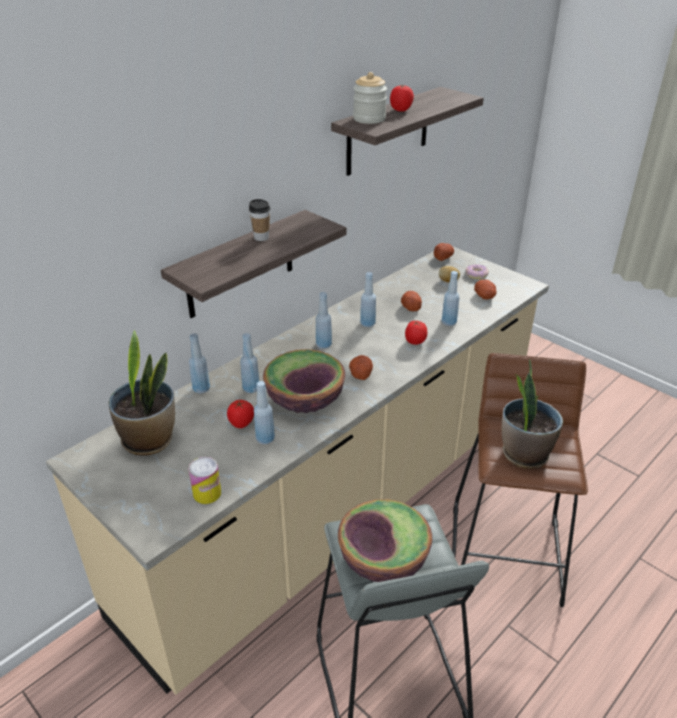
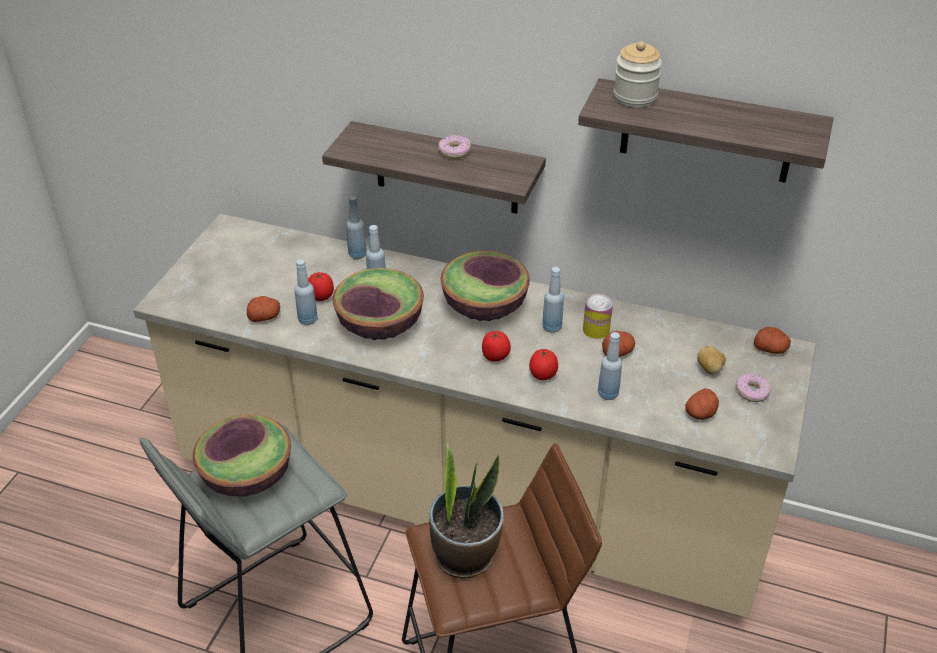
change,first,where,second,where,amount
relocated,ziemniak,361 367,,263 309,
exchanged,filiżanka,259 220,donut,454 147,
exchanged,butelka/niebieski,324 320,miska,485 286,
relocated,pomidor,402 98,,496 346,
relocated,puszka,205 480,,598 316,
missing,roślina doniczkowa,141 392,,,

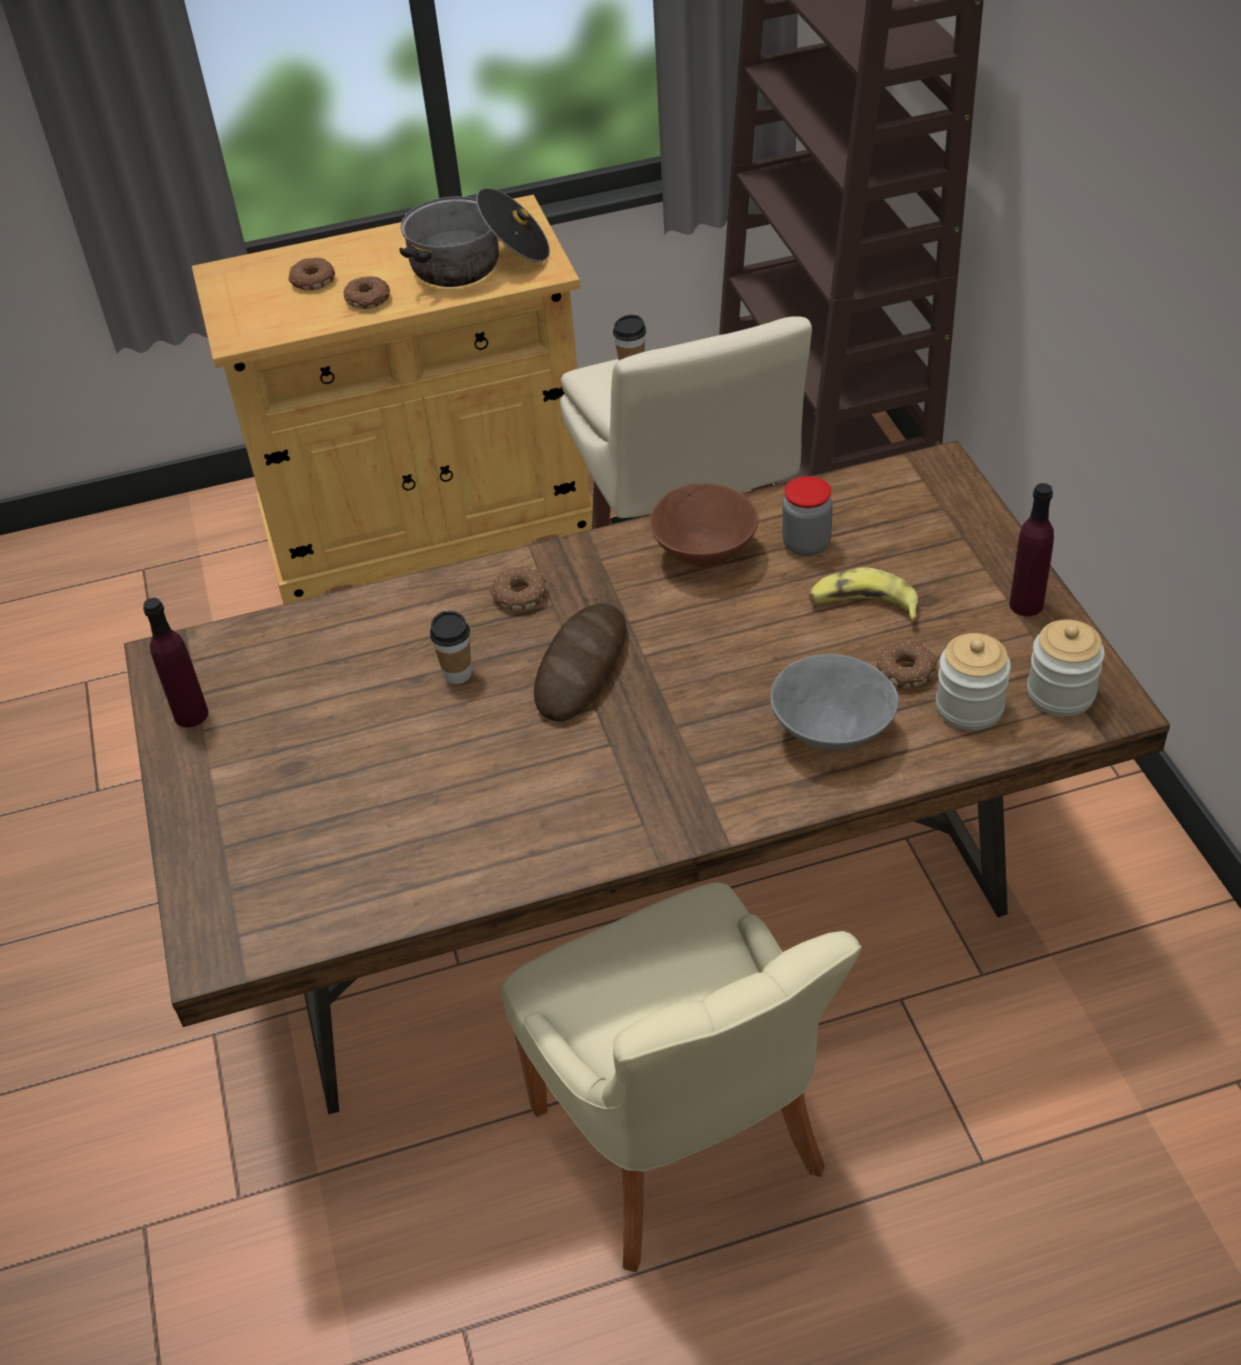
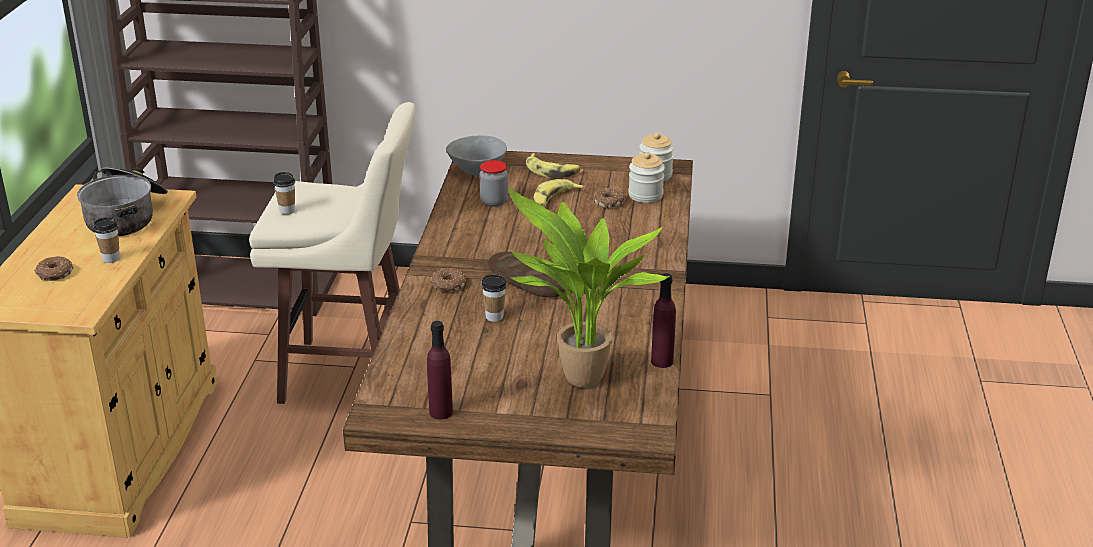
change,first,where,second,where,amount
exchanged,donut,367 292,filiżanka,106 240,
relocated,miska/szary,834 702,,476 155,
appeared,,,roślina doniczkowa,589 287,
appeared,,,banan,553 165,
relocated,butelka/fioletowy,1031 549,,663 320,
missing,krzesło/beżowy,681 1077,,,
missing,miska/brązowy,704 525,,,

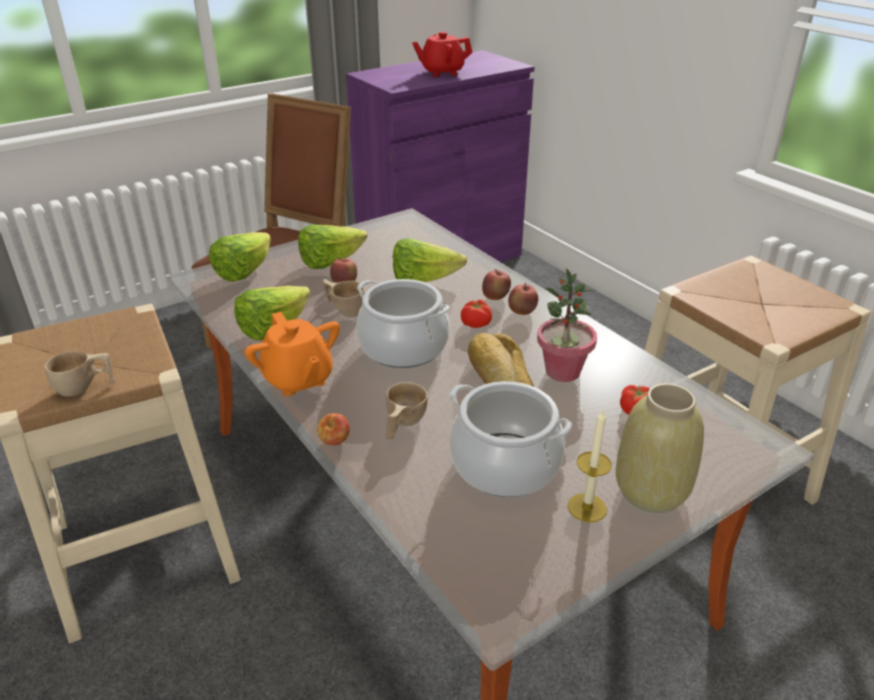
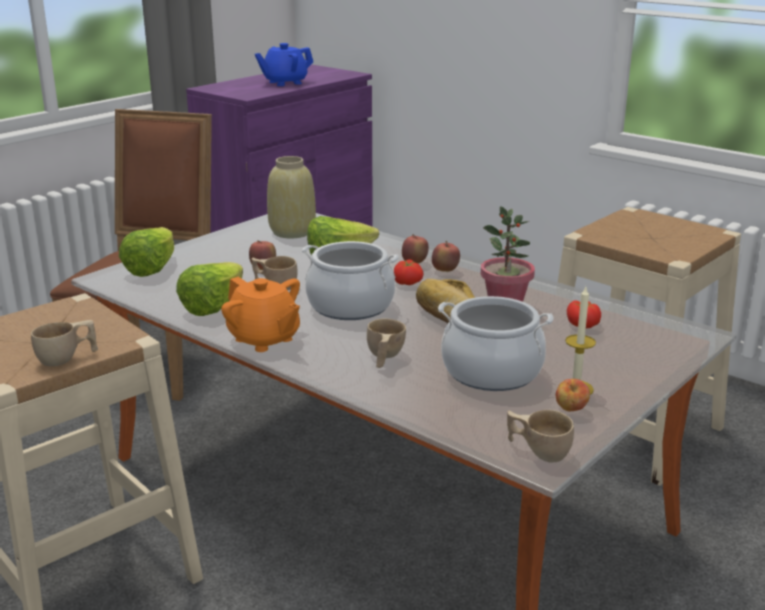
change,first,where,second,where,amount
colour,imbryk/czerwony,442 54,imbryk/niebieski,284 64,
relocated,wazon/beżowy,660 448,,291 197,
appeared,,,filiżanka/beżowy,540 436,
relocated,jabłko,333 429,,573 395,
missing,sałata,332 247,,,

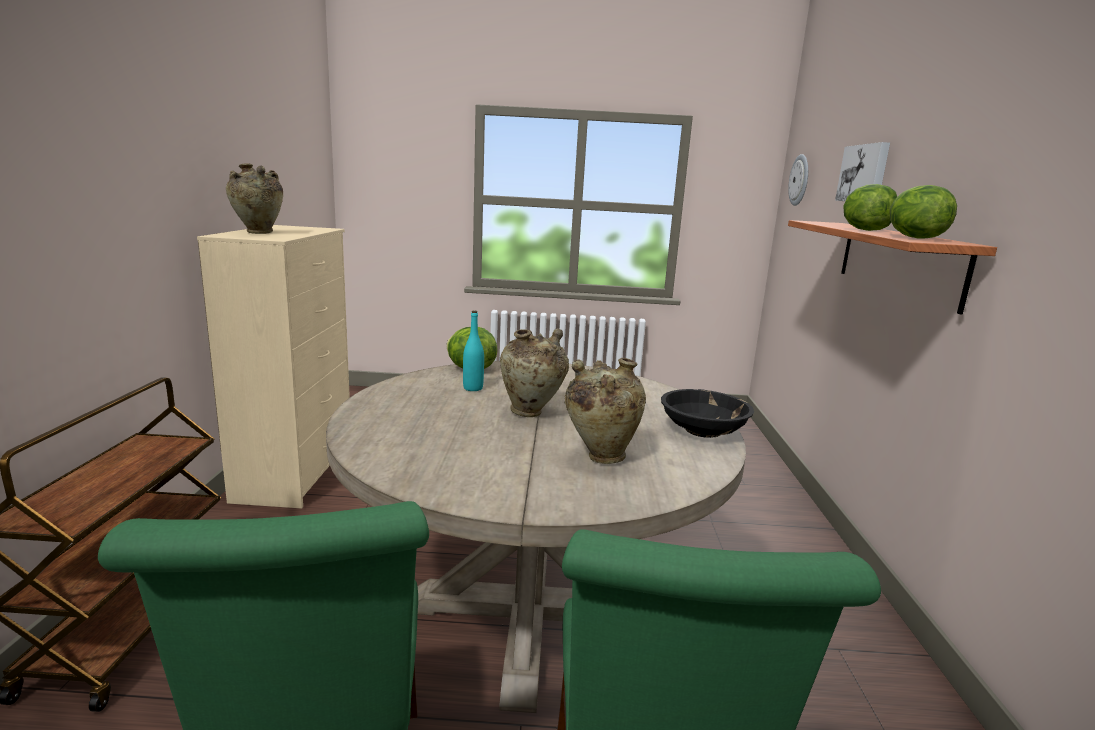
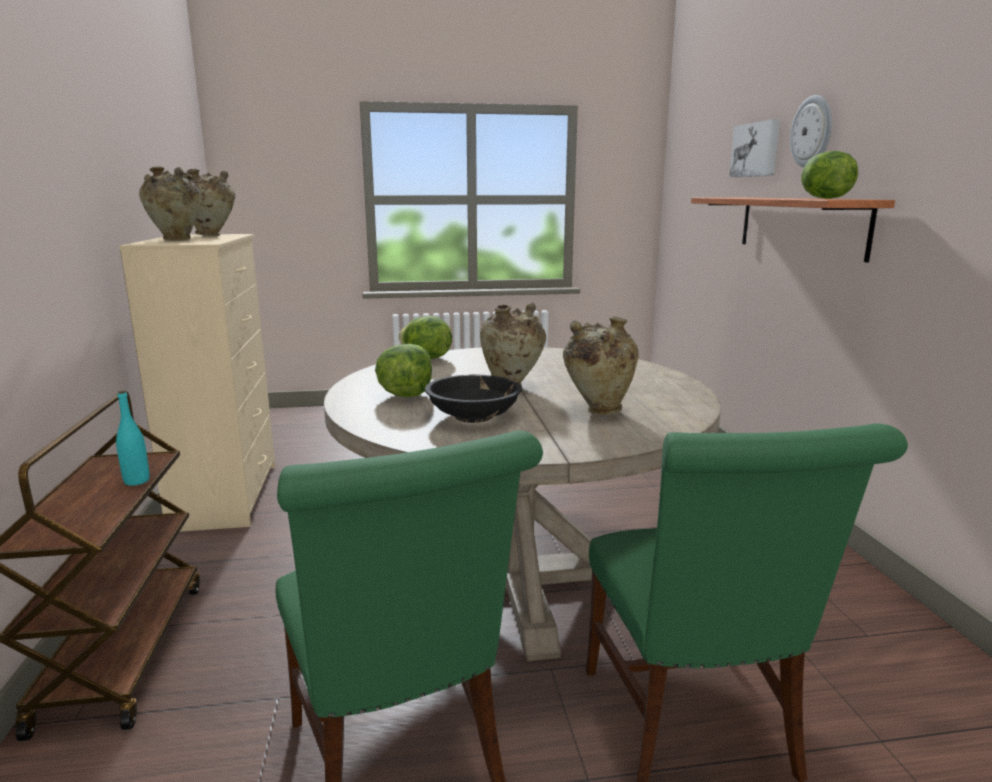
change,first,where,second,where,amount
relocated,butelka/turkusowy,473 351,,133 438,
appeared,,,wazon/beżowy,211 202,
relocated,sałata,870 207,,403 370,
relocated,miska/czarny,707 413,,473 398,
relocated,zegar ścienny,798 180,,811 131,

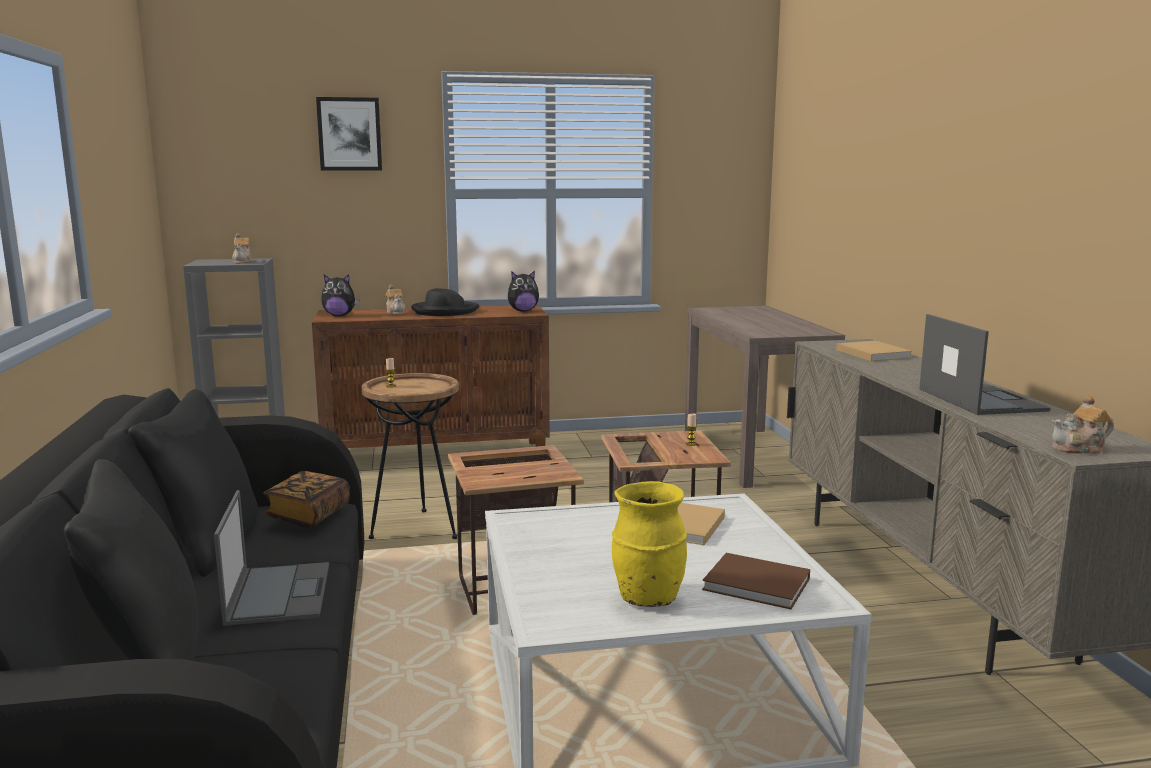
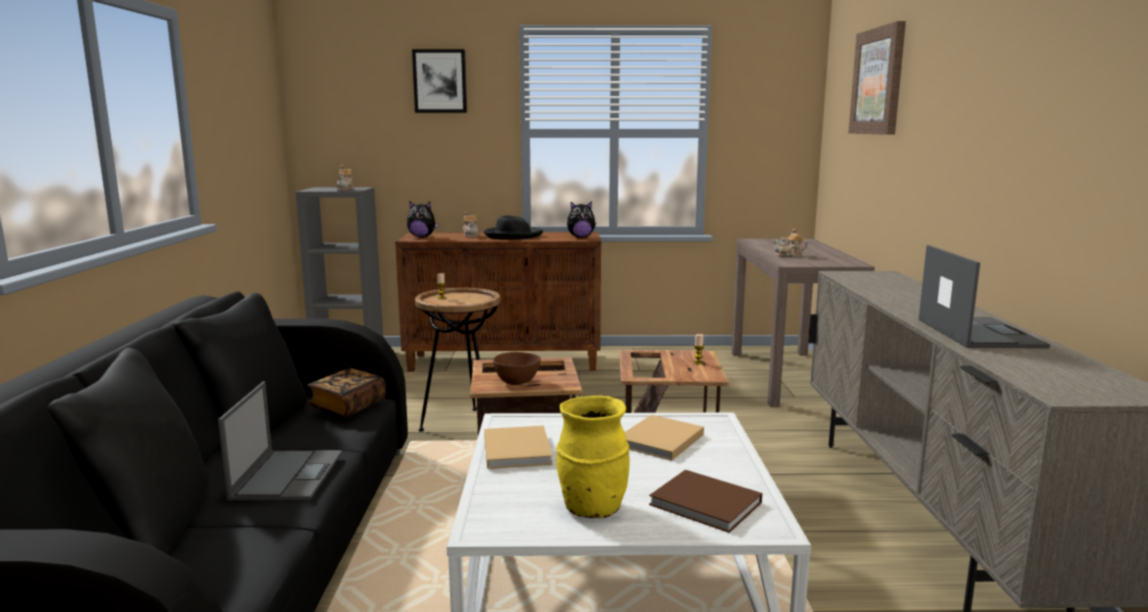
change,first,where,second,where,amount
relocated,książka/beżowy,874 351,,518 447,
appeared,,,miska/brązowy,517 368,
relocated,imbryk,1083 425,,790 243,
appeared,,,obraz,877 78,

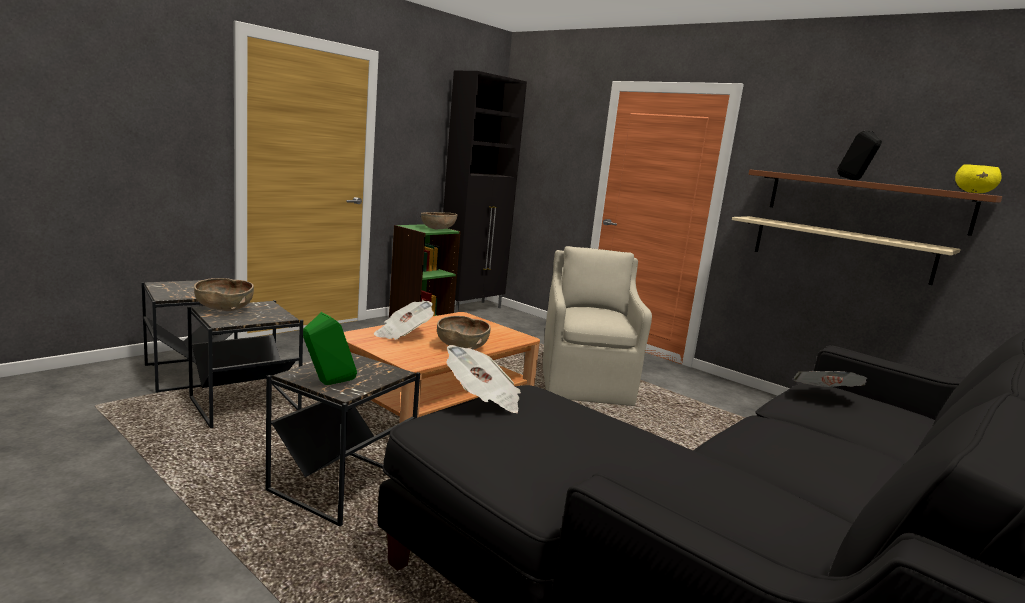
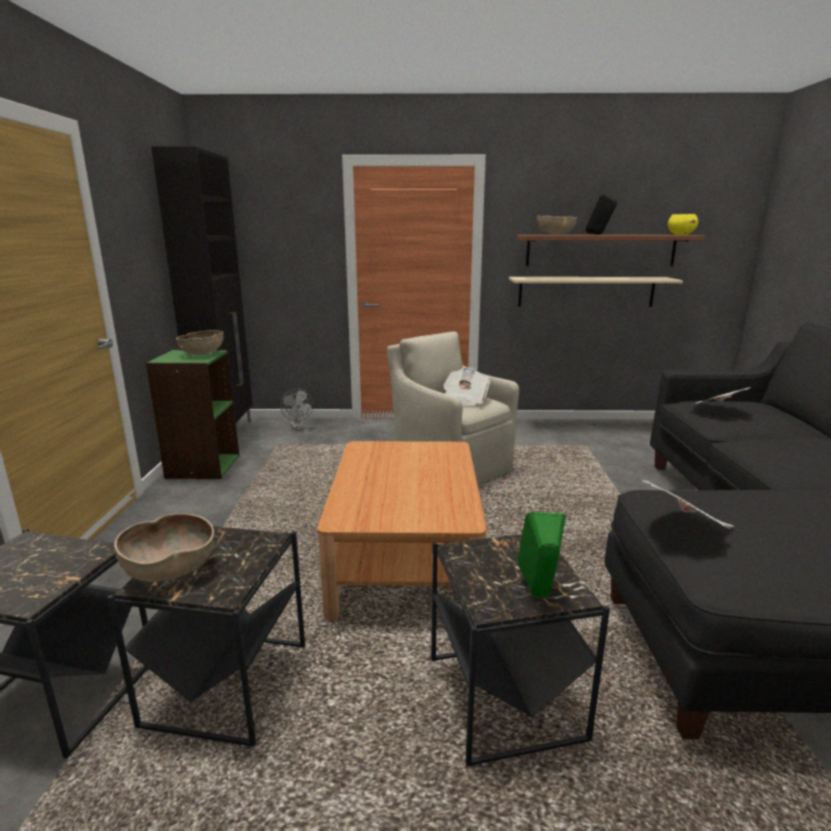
change,first,where,second,where,amount
appeared,,,wentylator/szary,297 410,
relocated,gazeta,404 320,,466 387,
relocated,miska/brązowy,464 333,,557 225,

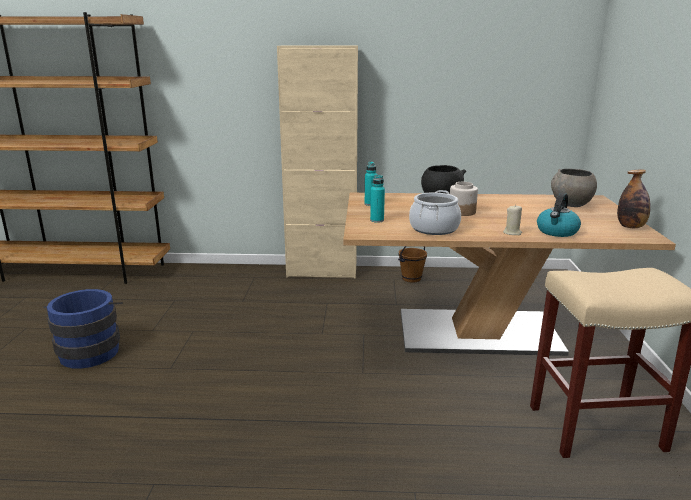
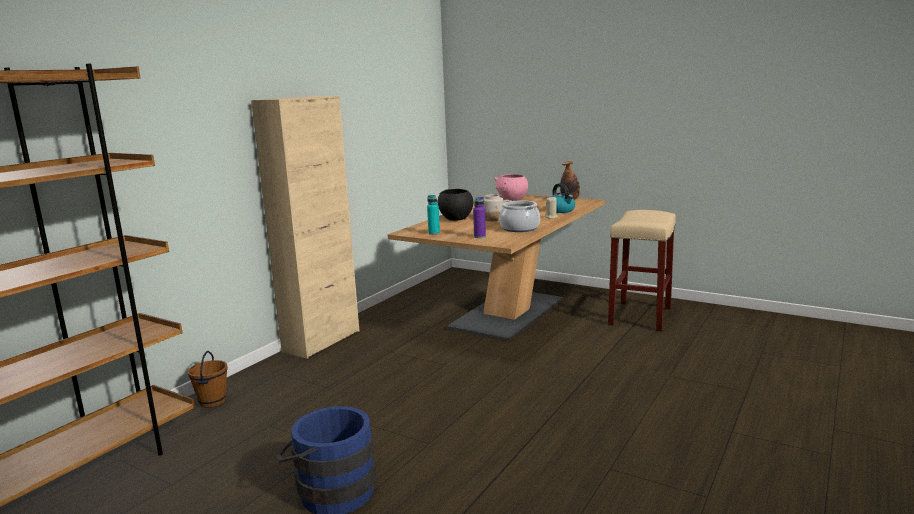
change,first,where,second,where,amount
relocated,wiadro/brązowy,412 264,,208 379,
colour,butelka/turkusowy,377 199,butelka/fioletowy,479 217,
colour,miska/szary,574 187,miska/różowy,511 187,

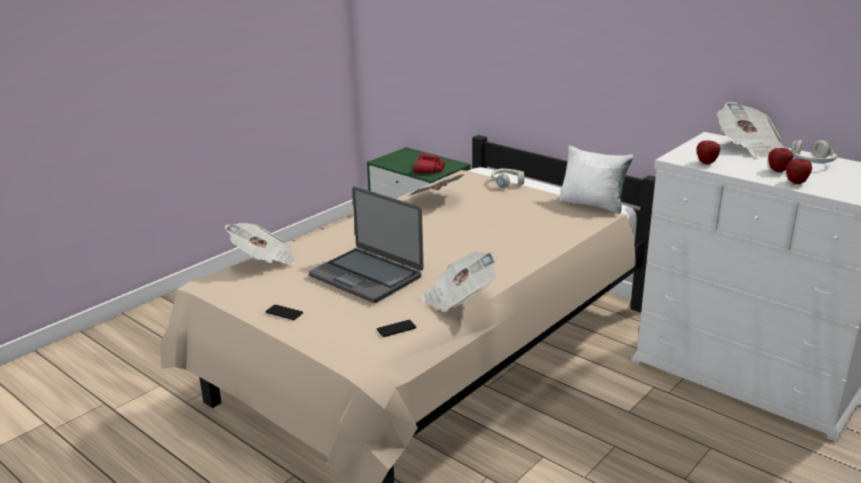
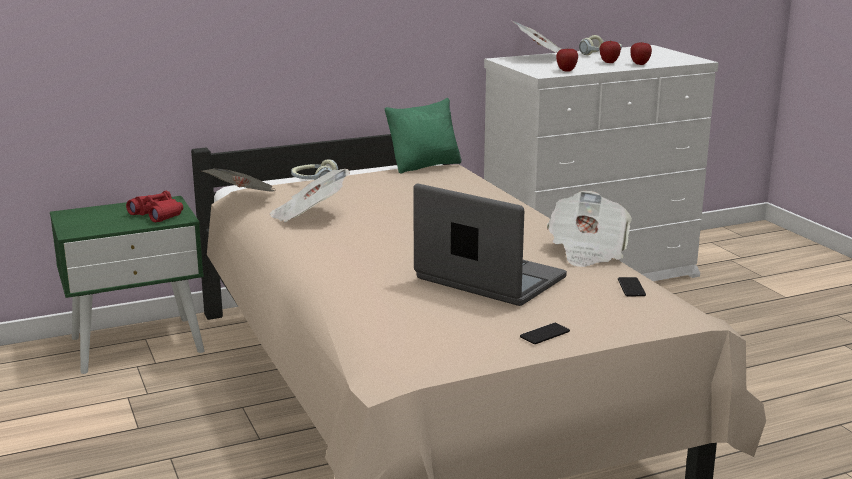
change,first,where,second,where,amount
relocated,gazeta,260 244,,238 180,
colour,poduszka/biały,596 179,poduszka/zielony,423 136,
spun,laptop,366 245,,490 245,120 degrees counterclockwise

